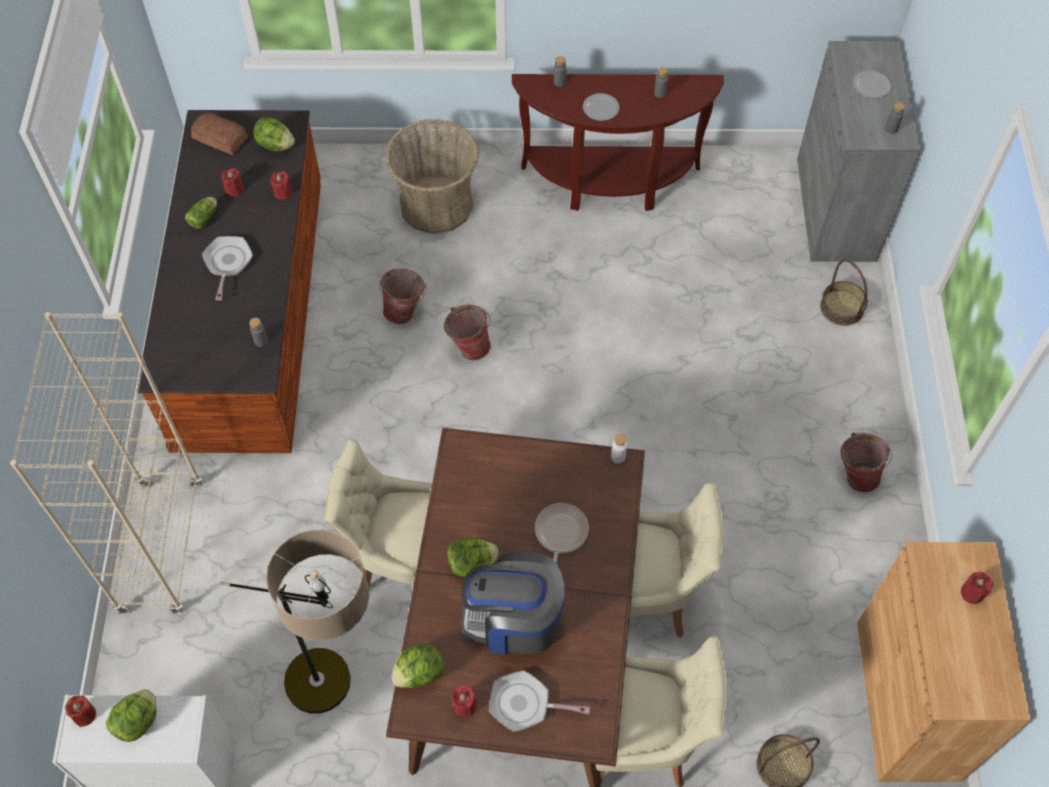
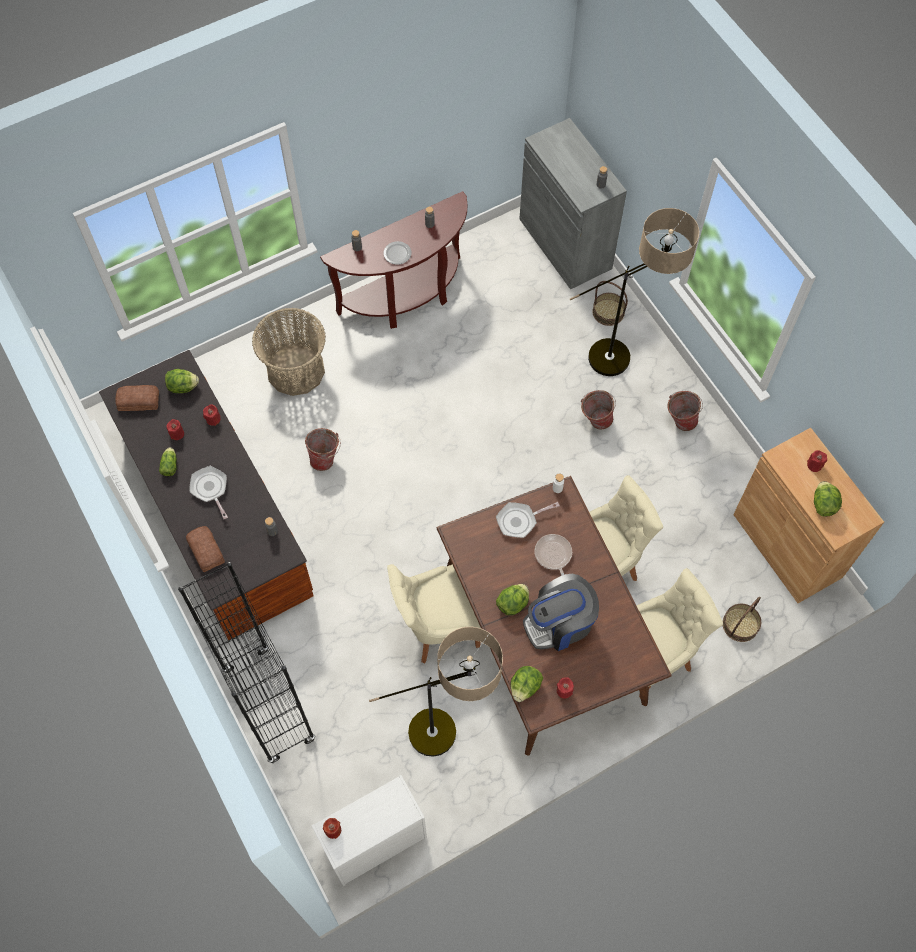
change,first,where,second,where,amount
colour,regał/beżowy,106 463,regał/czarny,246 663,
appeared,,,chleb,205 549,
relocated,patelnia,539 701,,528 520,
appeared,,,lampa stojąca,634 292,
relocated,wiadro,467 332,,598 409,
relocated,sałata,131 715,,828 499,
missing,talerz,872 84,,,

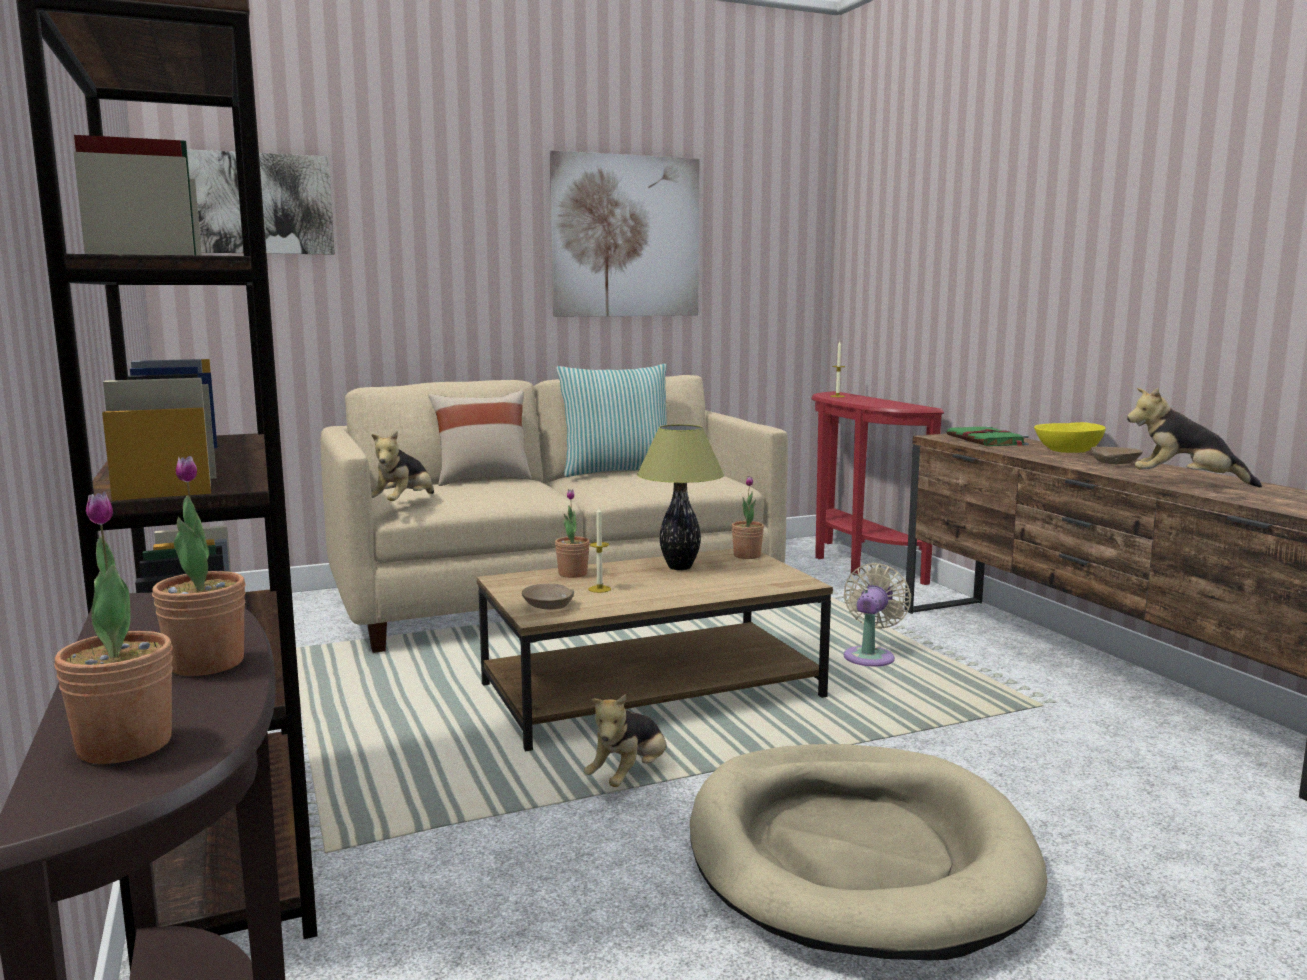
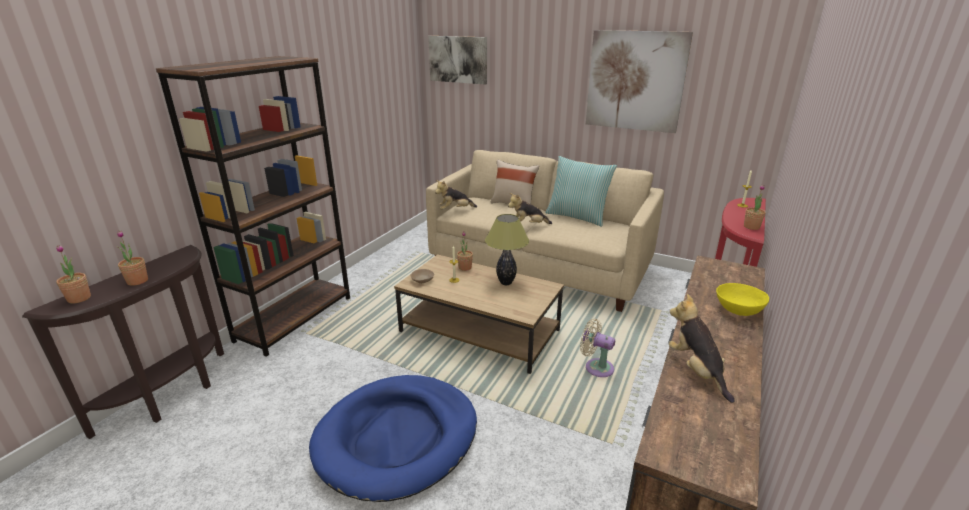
change,first,where,second,where,amount
colour,legowisko/beżowy,868 852,legowisko/niebieski,393 438,
relocated,pluszak,625 740,,530 208,
spun,wentylator/beżowy,878 614,,597 348,135 degrees counterclockwise
relocated,roślina doniczkowa,747 517,,755 207,
missing,książka/zielony,988 436,,,
missing,miska/beżowy,1117 455,,,

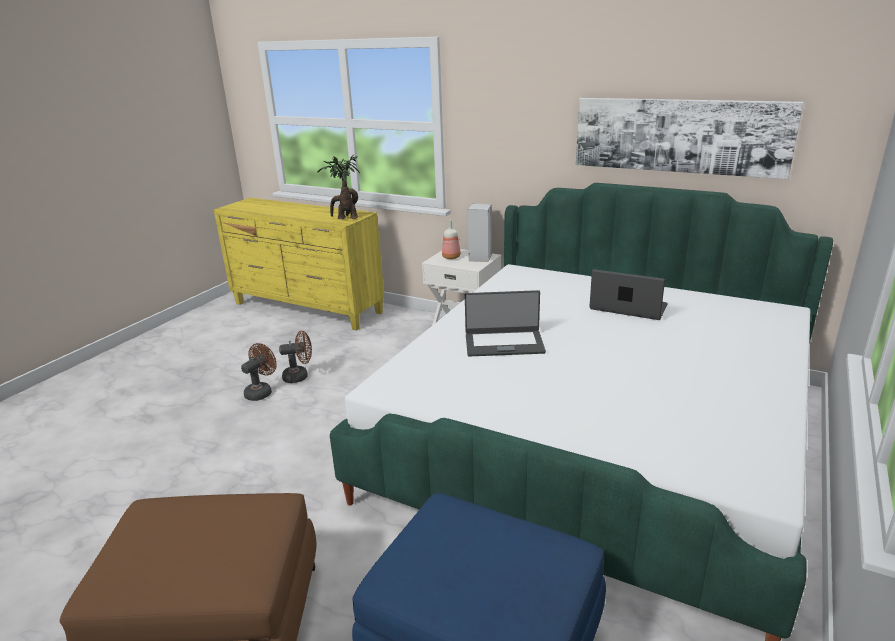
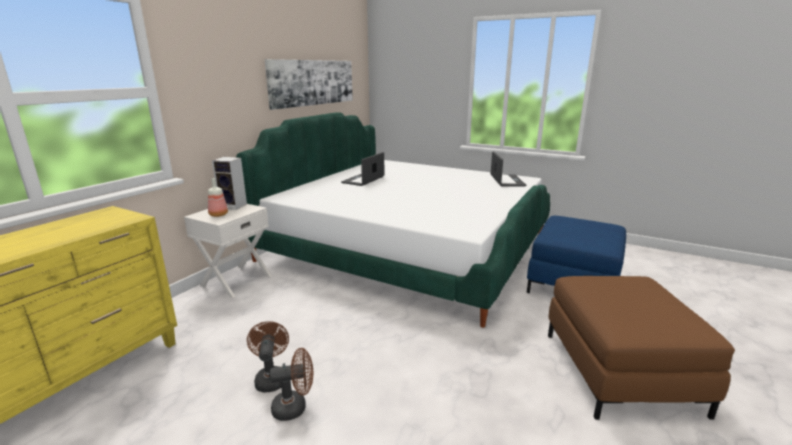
change,first,where,second,where,amount
spun,wentylator/brązowy,259 372,,291 384,135 degrees clockwise
relocated,laptop,505 323,,508 168,
missing,roślina doniczkowa,338 187,,,

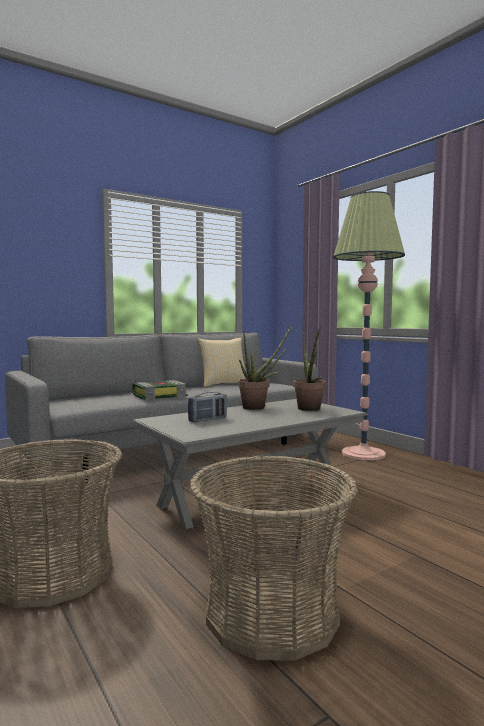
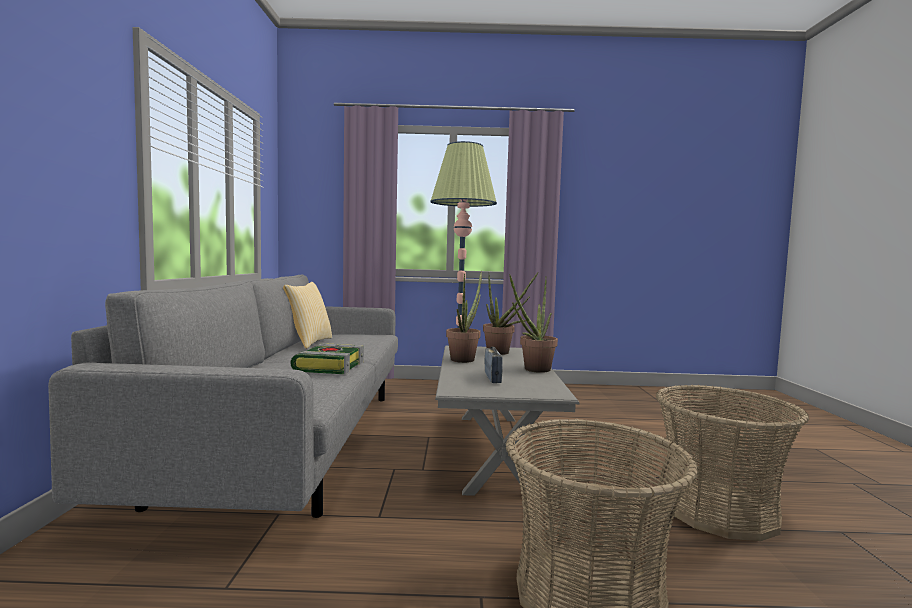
change,first,where,second,where,amount
appeared,,,roślina doniczkowa,533 323,

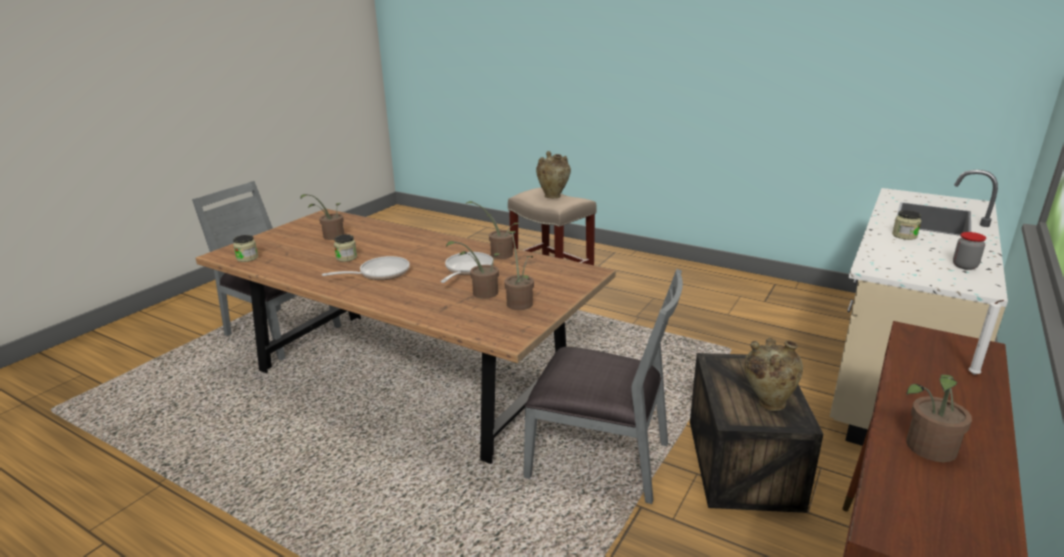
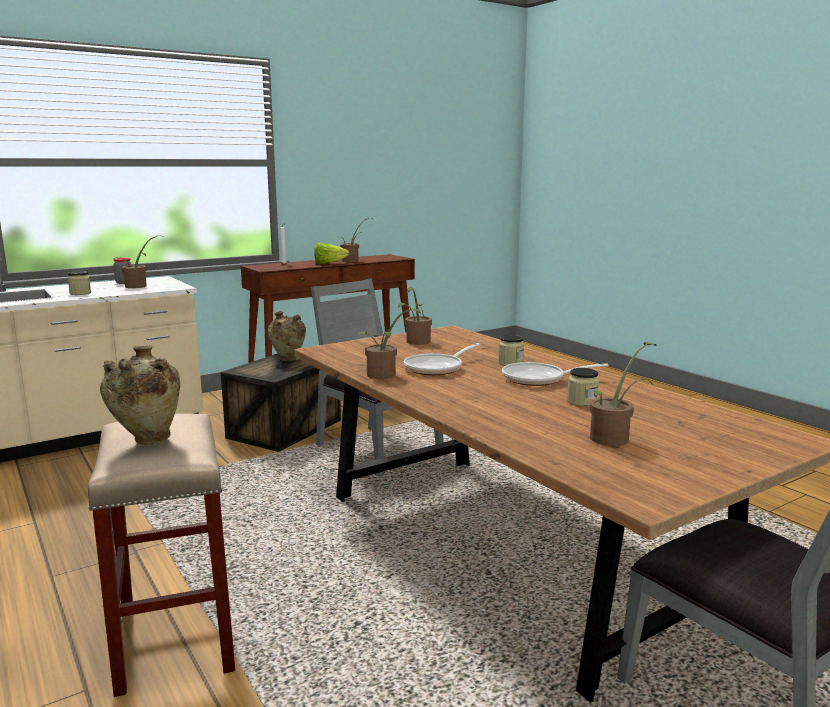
change,first,where,second,where,amount
relocated,roślina doniczkowa,472 270,,138 261,
appeared,,,sałata,332 253,
relocated,słoik,245 248,,511 350,

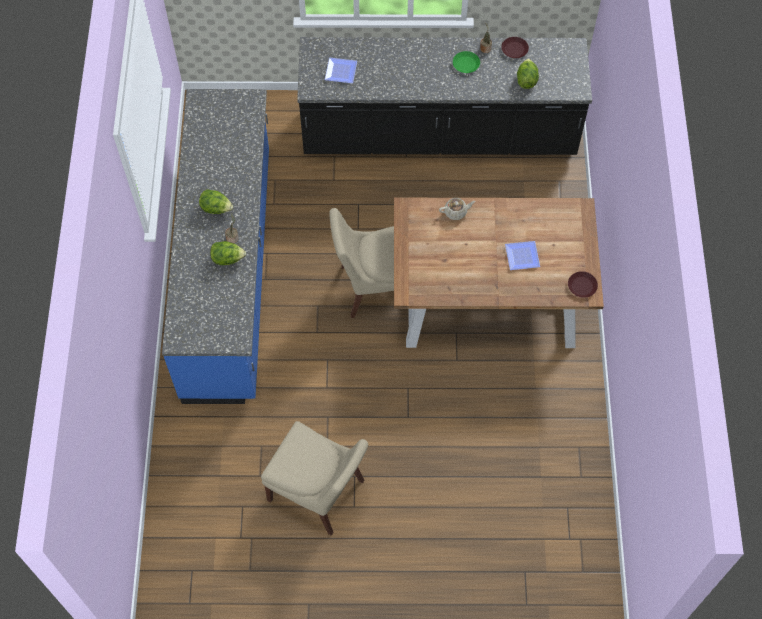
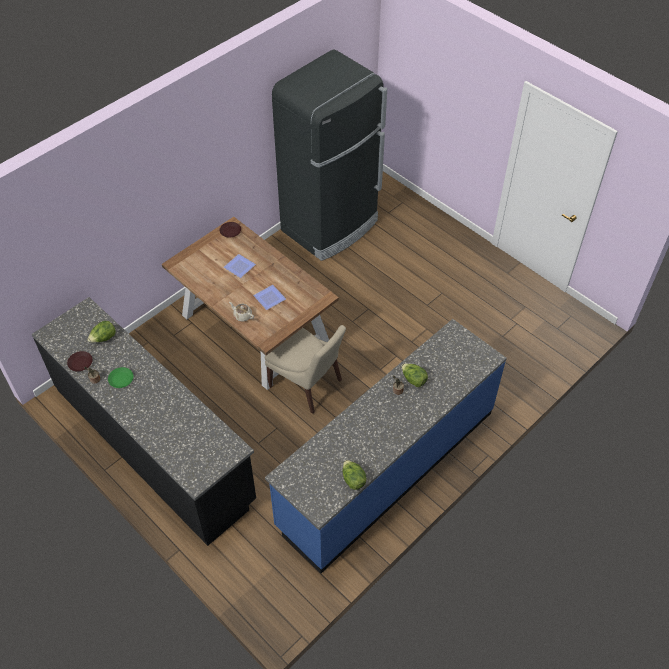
change,first,where,second,where,amount
relocated,talerz,341 70,,269 297,
appeared,,,lodówka/czarny,329 155,
relocated,sałata,216 202,,355 475,
missing,krzesło/beżowy,314 478,,,

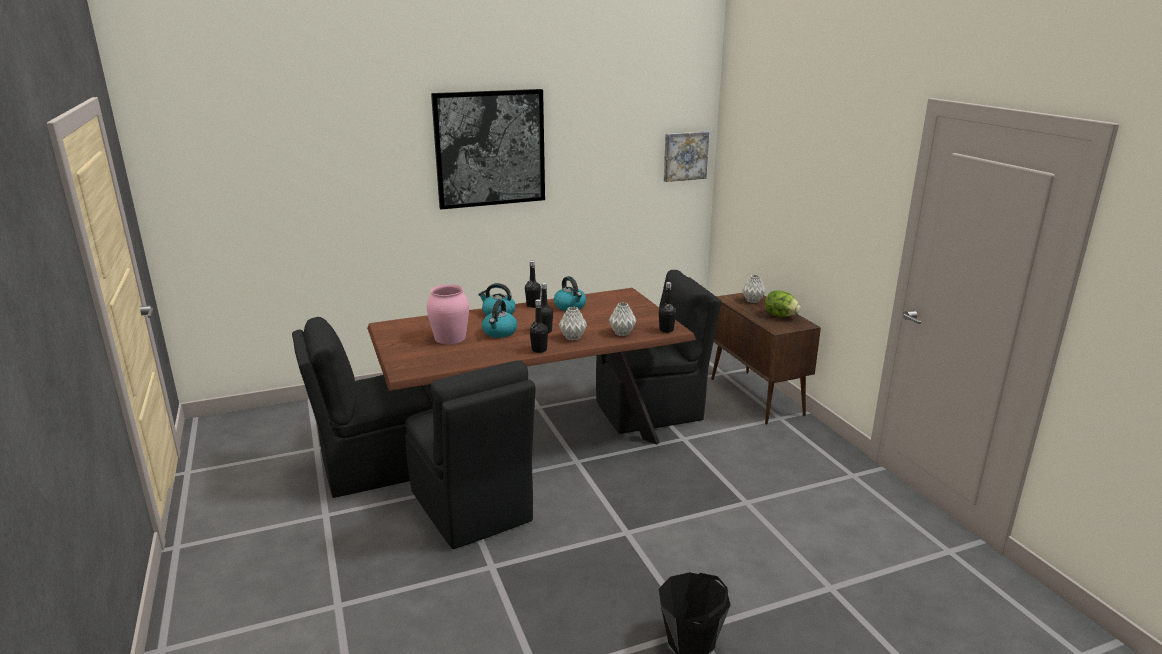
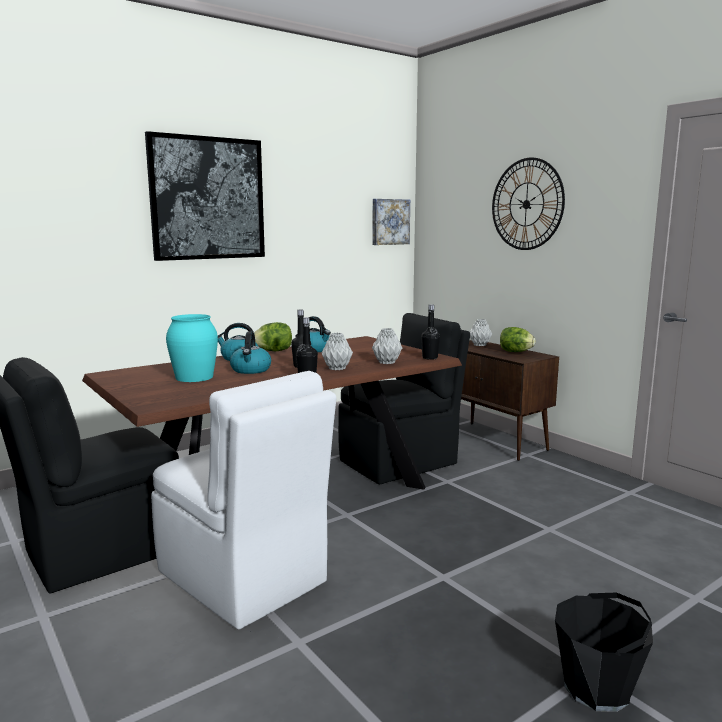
change,first,where,second,where,amount
colour,krzesło/czarny,470 454,krzesło/biały,243 500,
colour,wazon/różowy,448 314,wazon/turkusowy,192 348,
exchanged,butelka/czarny,533 284,sałata,273 336,
appeared,,,zegar ścienny,528 203,

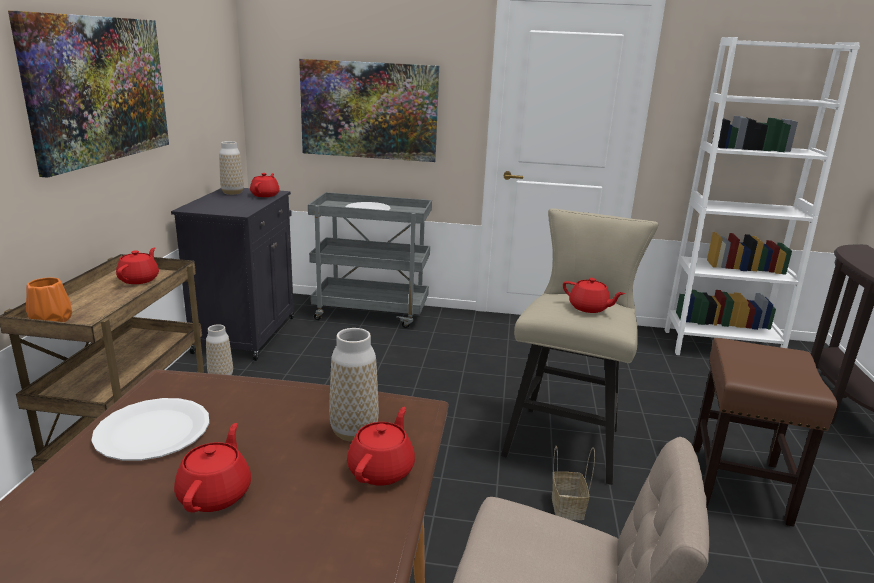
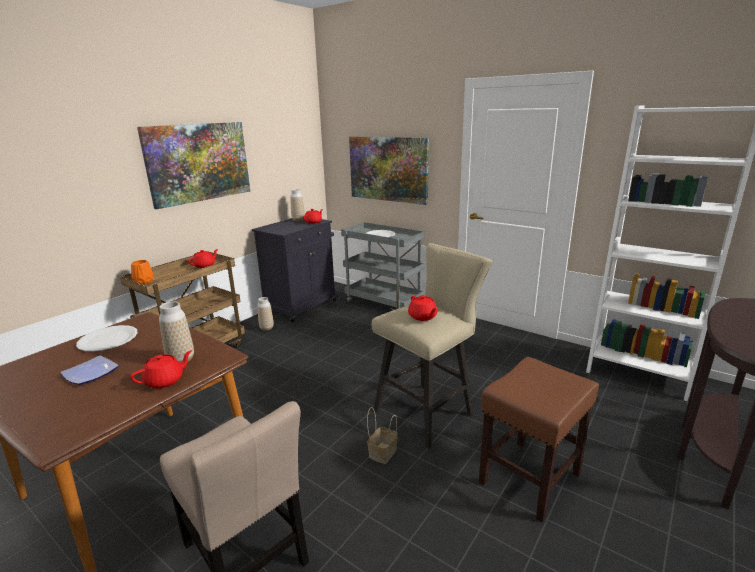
change,first,where,second,where,amount
exchanged,imbryk/czerwony,212 467,talerz,90 370,

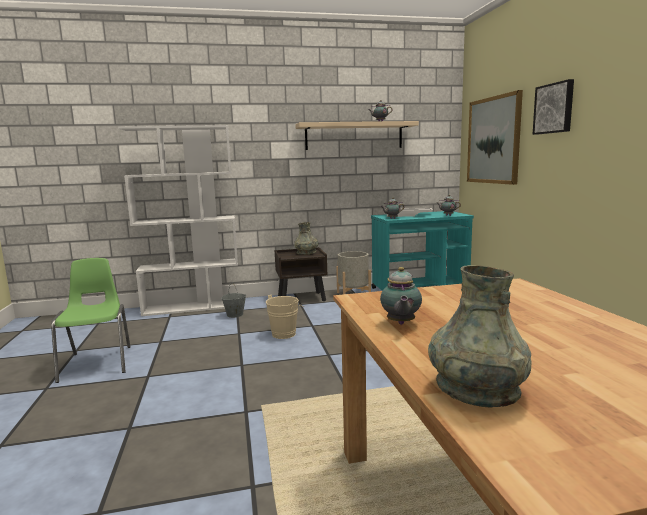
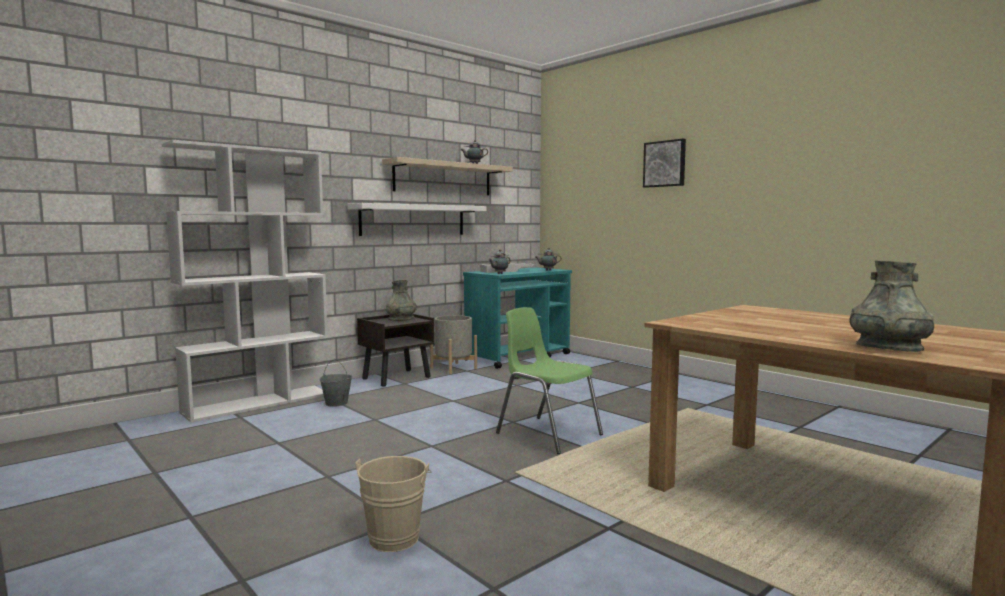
change,first,where,second,where,amount
appeared,,,półka/biały,416 219,
relocated,wiadro/beżowy,285 317,,393 504,
relocated,krzesło/zielony,91 320,,549 380,
missing,imbryk,401 296,,,
missing,obraz,495 137,,,

